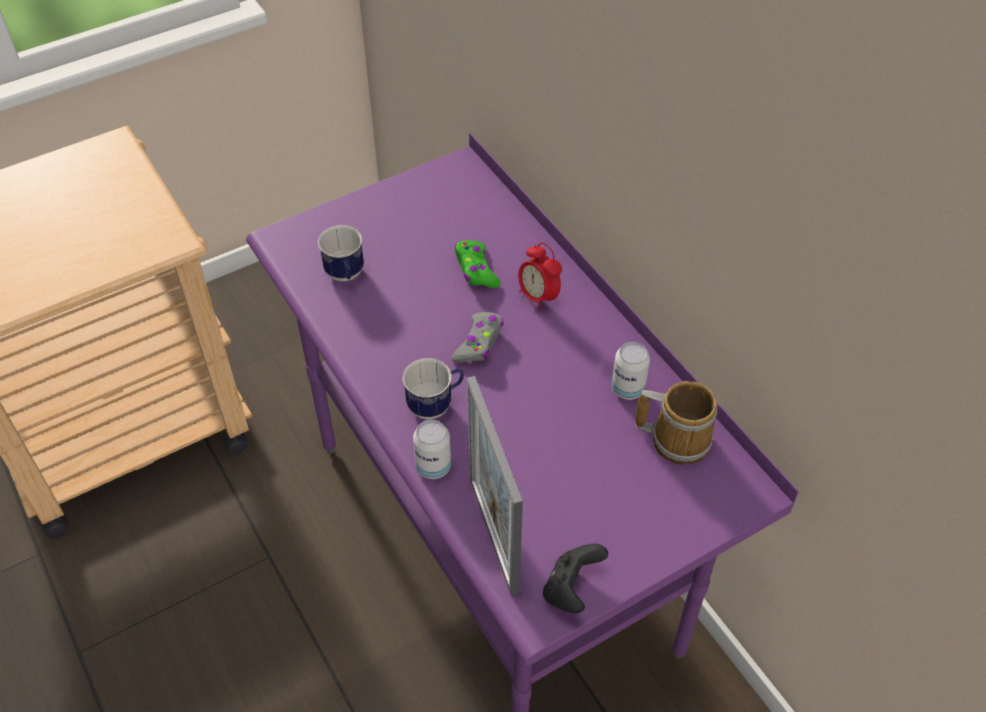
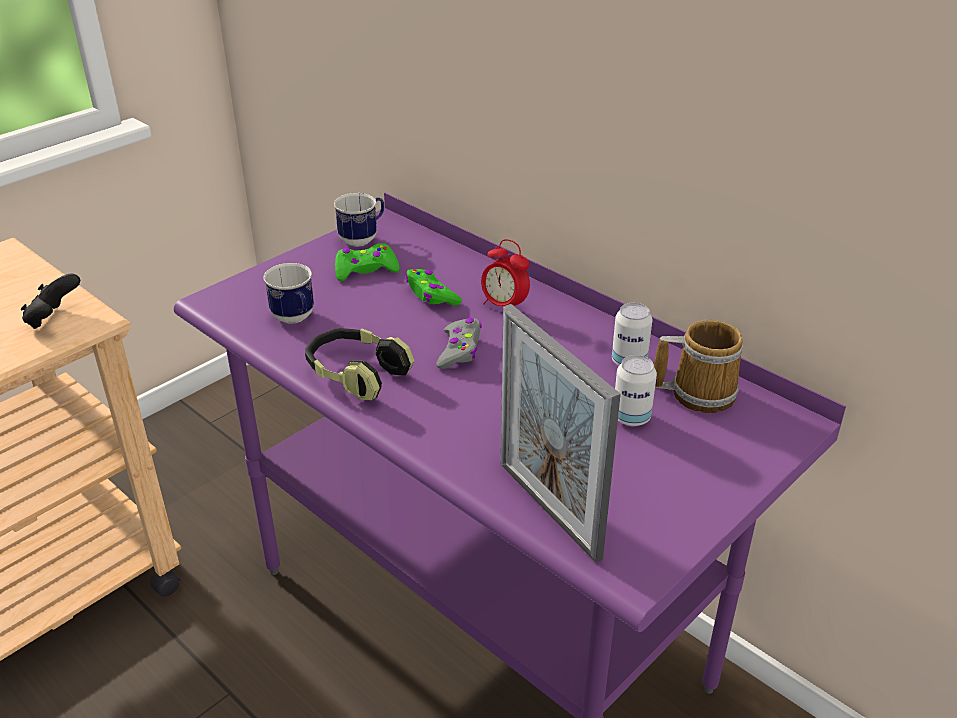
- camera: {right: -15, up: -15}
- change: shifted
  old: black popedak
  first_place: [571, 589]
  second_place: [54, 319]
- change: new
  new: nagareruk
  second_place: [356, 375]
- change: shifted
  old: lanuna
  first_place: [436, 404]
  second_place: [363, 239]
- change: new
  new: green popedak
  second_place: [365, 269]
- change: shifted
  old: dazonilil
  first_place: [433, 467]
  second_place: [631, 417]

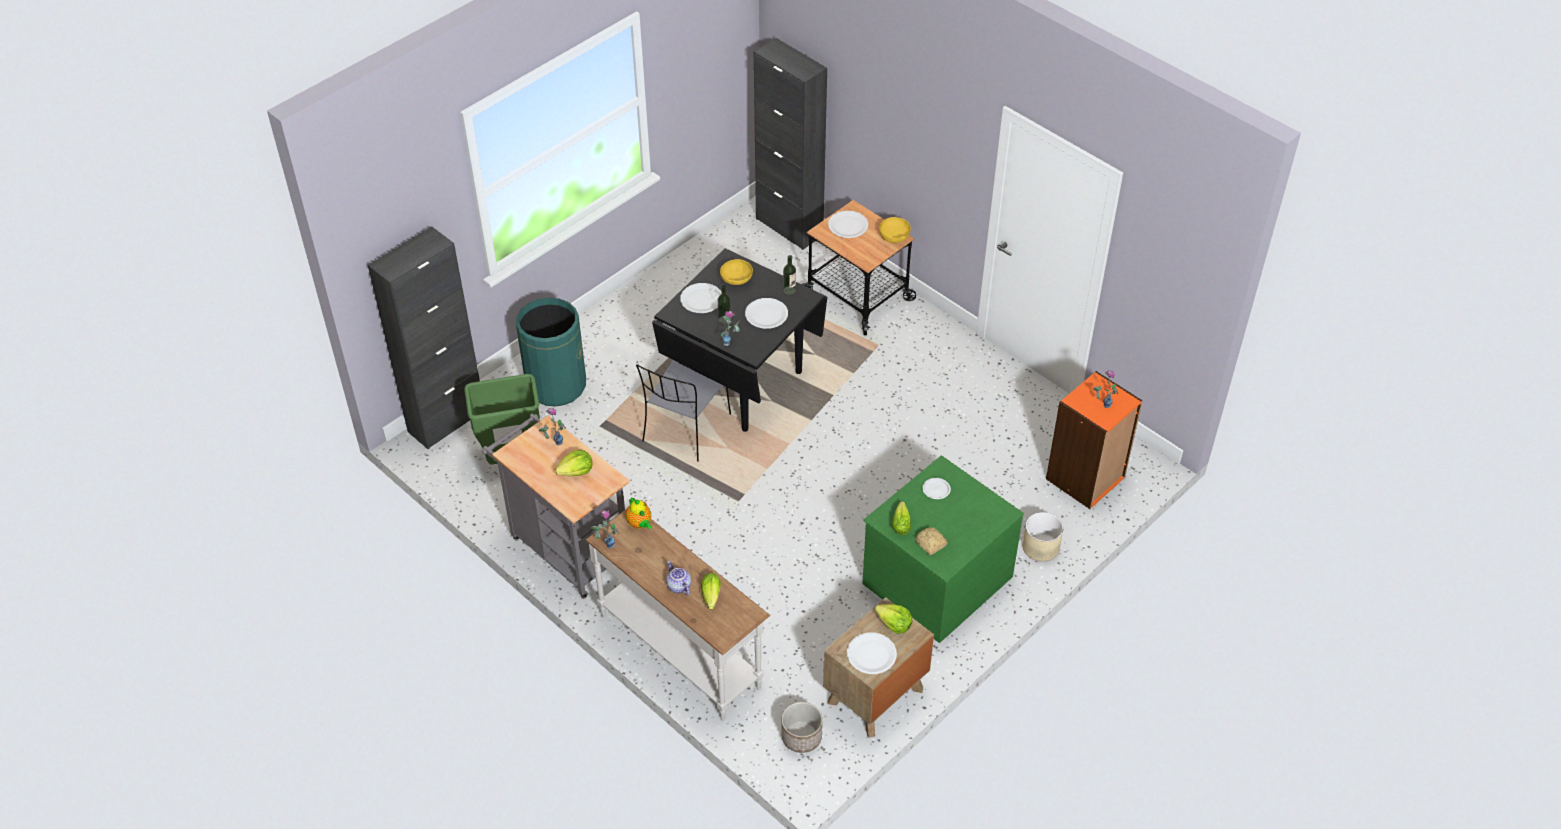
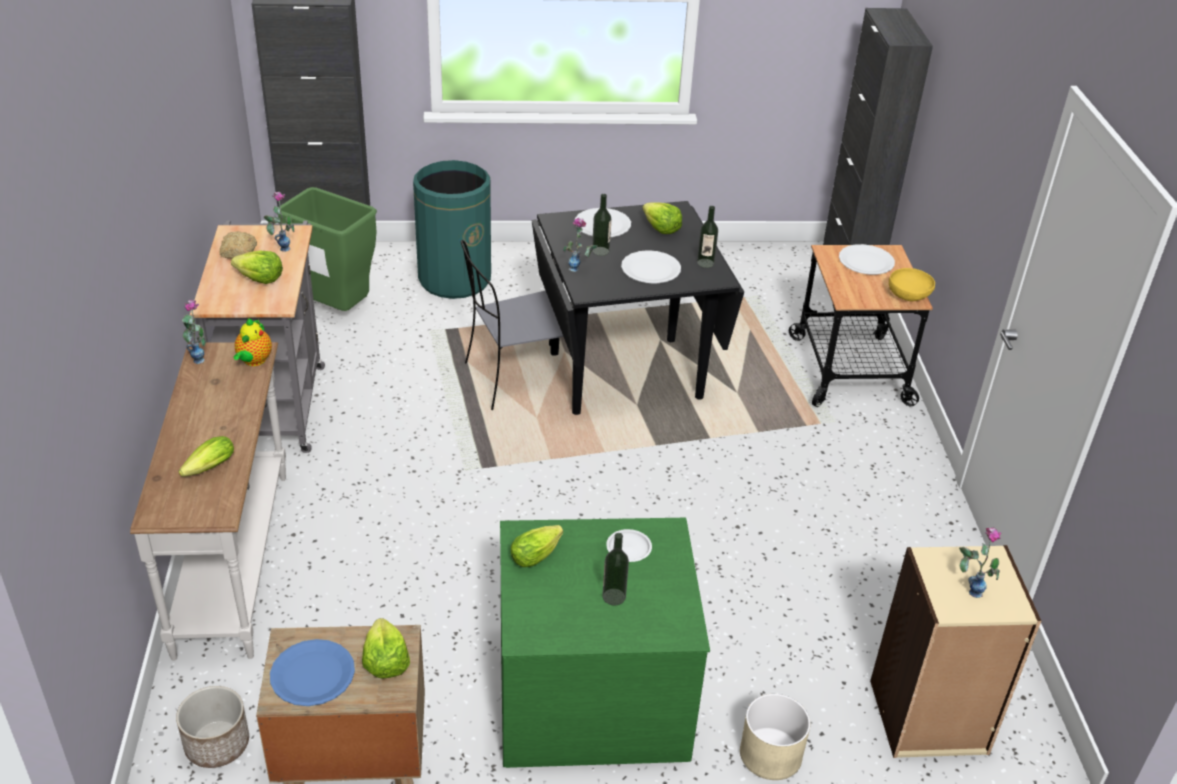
- camera: {right: 40, up: -10}
- change: shifted
  old: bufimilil
  first_place: [931, 544]
  second_place: [238, 252]
- change: repainted
  old: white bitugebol
  new: blue bitugebol
  first_place: [871, 654]
  second_place: [313, 674]
- change: new
  new: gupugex
  second_place: [614, 597]
- change: swapped
  old: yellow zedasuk
  new: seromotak
  first_place: [736, 280]
  second_place: [661, 228]
- change: repainted
  old: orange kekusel
  new: beige kekusel
  first_place: [1086, 479]
  second_place: [928, 718]
- change: gone
  old: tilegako
  first_place: [678, 586]

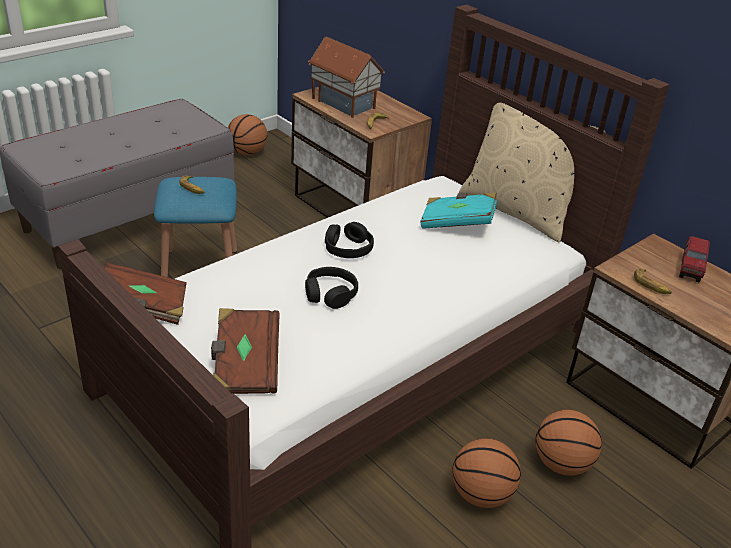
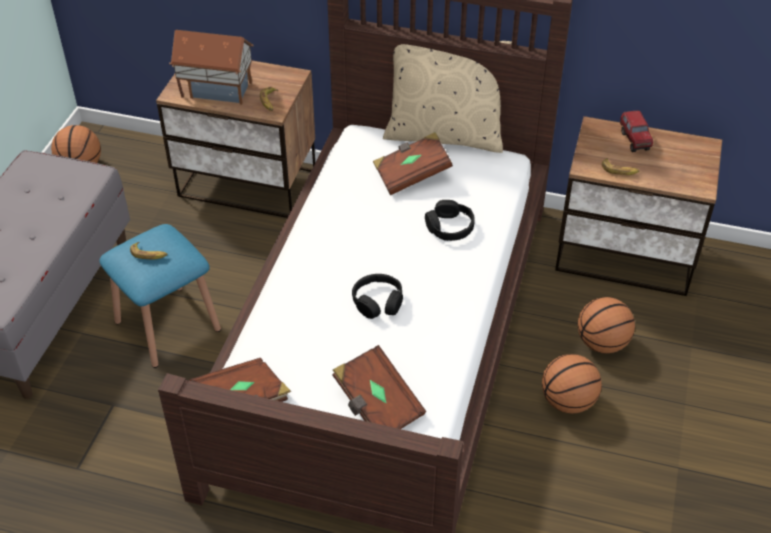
- camera: {right: -30, up: 10}
- change: repainted
  old: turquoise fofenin
  new: brown fofenin
  first_place: [457, 223]
  second_place: [412, 175]
- change: shifted
  old: black nagareruk
  first_place: [348, 248]
  second_place: [449, 227]

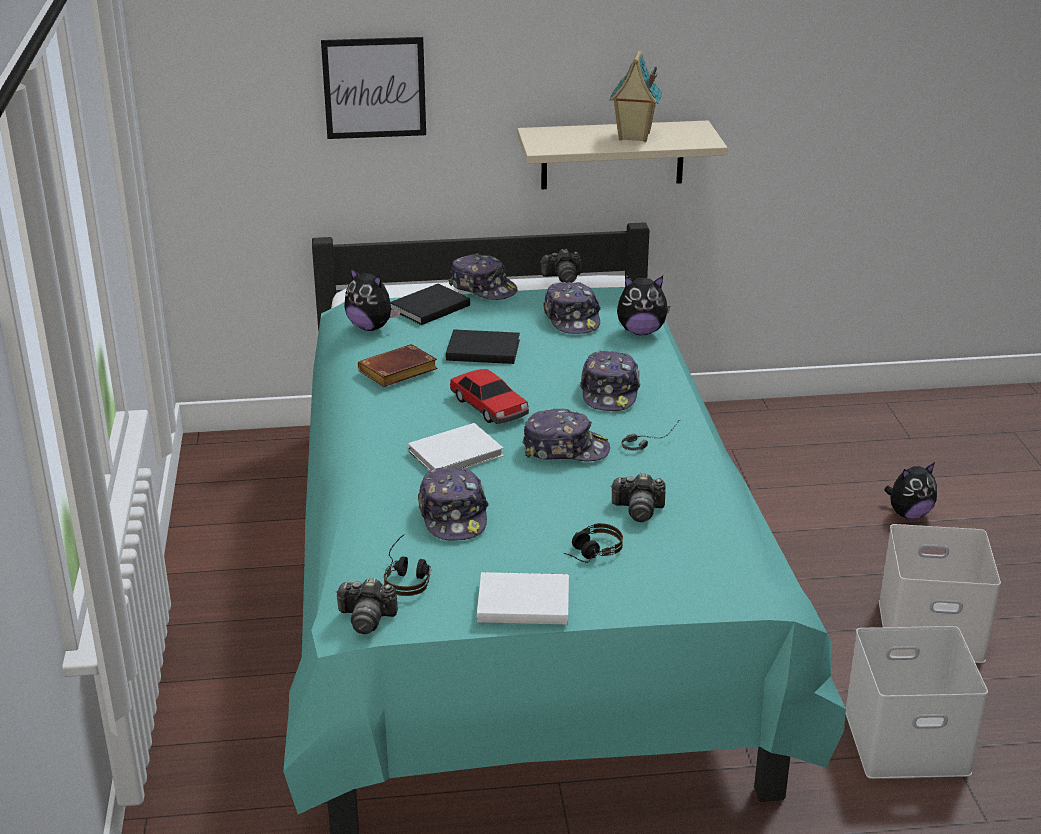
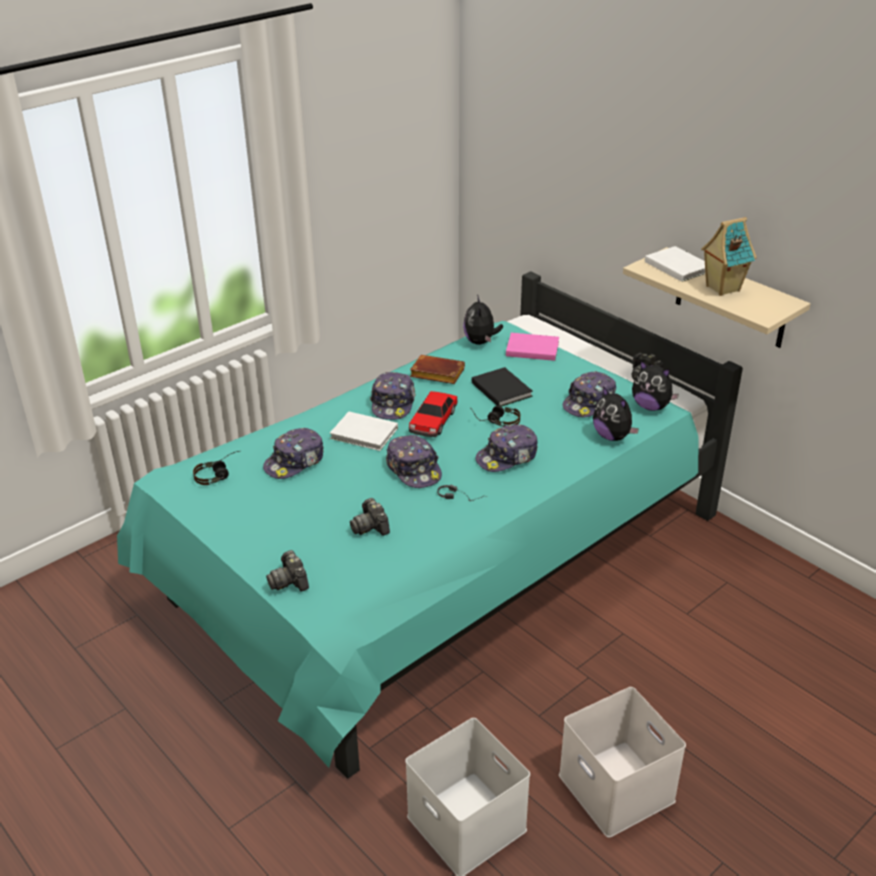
- camera: {right: 55, up: 5}
- change: shifted
  old: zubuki
  first_place: [366, 618]
  second_place: [289, 581]
- change: shifted
  old: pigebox
  first_place: [483, 288]
  second_place: [393, 404]
- change: shifted
  old: nagareruk
  first_place: [588, 554]
  second_place: [495, 420]
- change: repainted
  old: black fofenin
  new: pink fofenin
  first_place: [428, 307]
  second_place: [531, 348]
- change: shifted
  old: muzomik
  first_place: [908, 514]
  second_place: [651, 406]
- change: shifted
  old: white fofenin
  first_place: [521, 601]
  second_place: [677, 266]
- change: gone
  old: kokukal
  first_place: [374, 88]

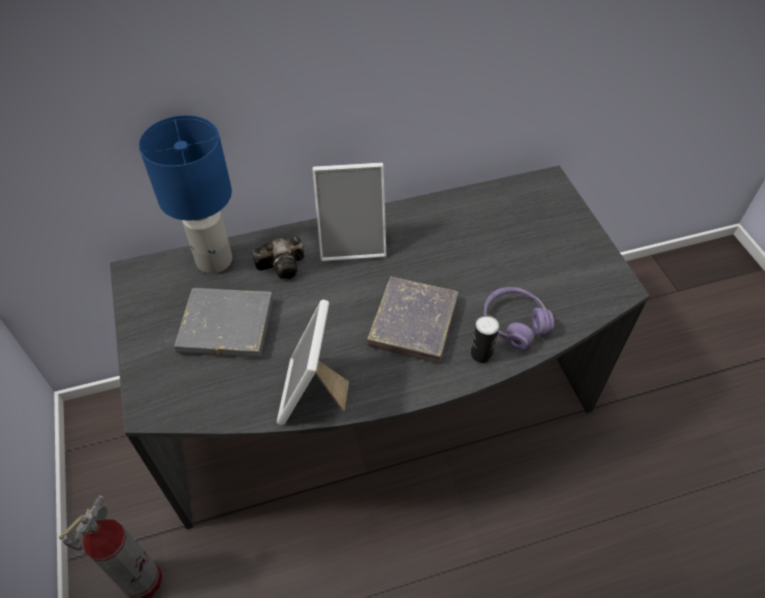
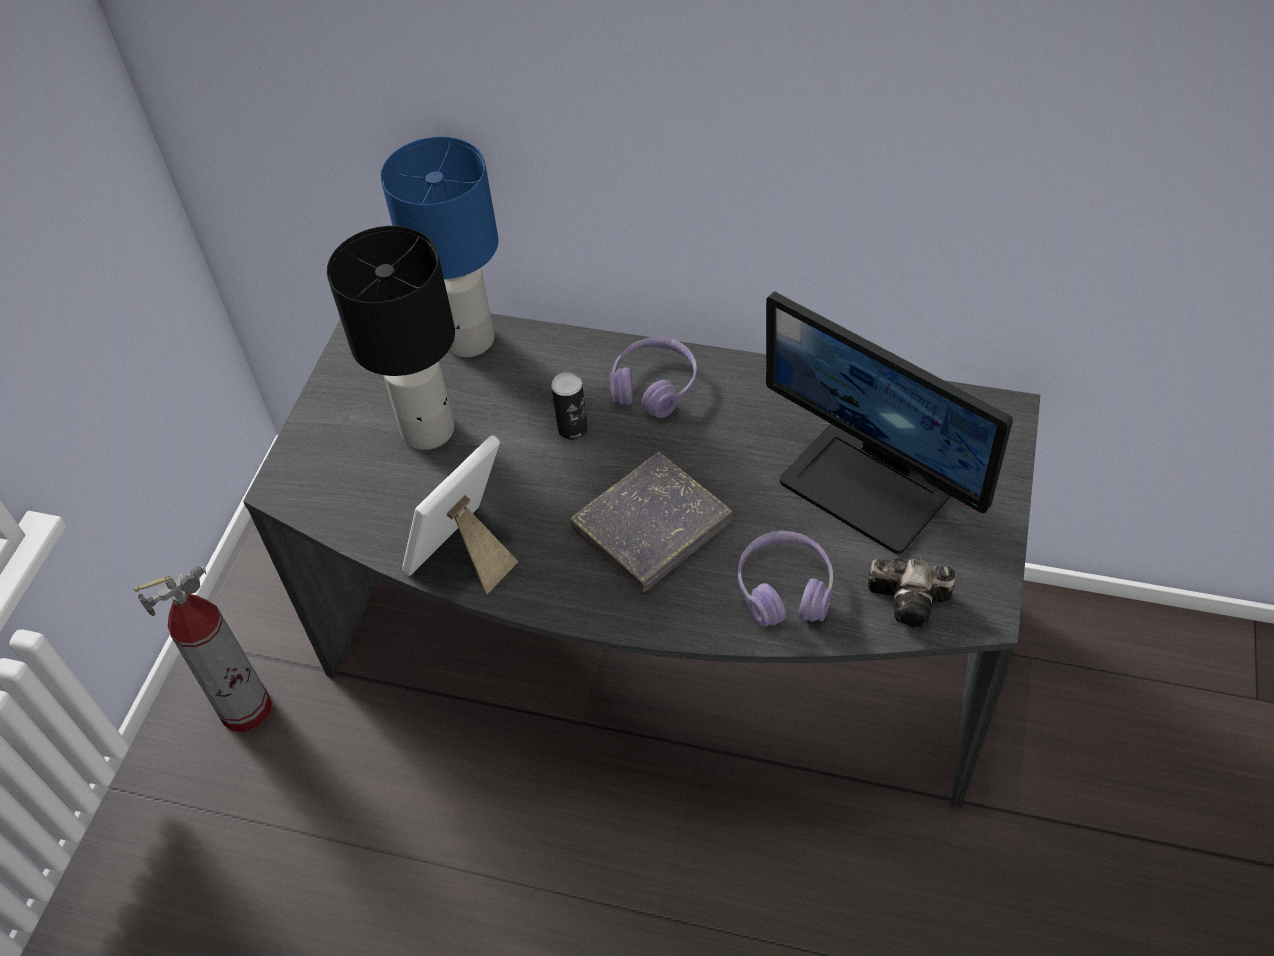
- camera: {right: 35, up: 0}
- change: swapped
  old: grey fofenin
  new: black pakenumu
  first_place: [226, 326]
  second_place: [427, 429]
- change: shifted
  old: dazonilil
  first_place: [481, 354]
  second_place: [572, 429]
- change: swapped
  old: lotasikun
  new: purple nagareruk
  first_place: [353, 242]
  second_place: [654, 386]
- change: new
  new: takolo
  second_place: [867, 486]
- change: shifted
  old: zubuki
  first_place: [284, 266]
  second_place: [912, 601]

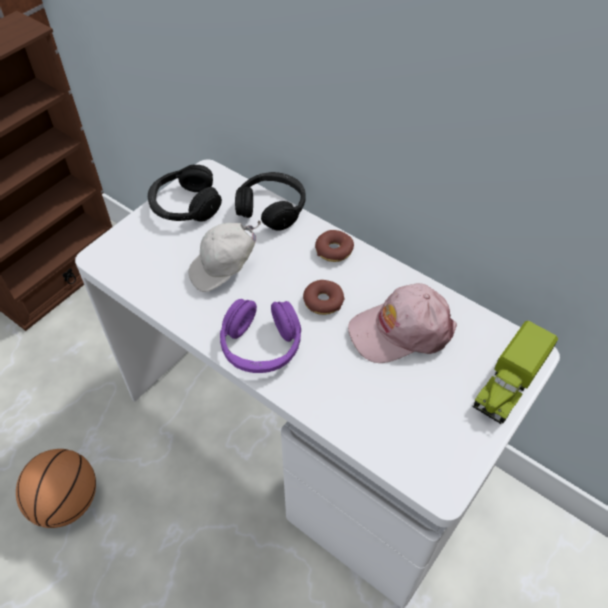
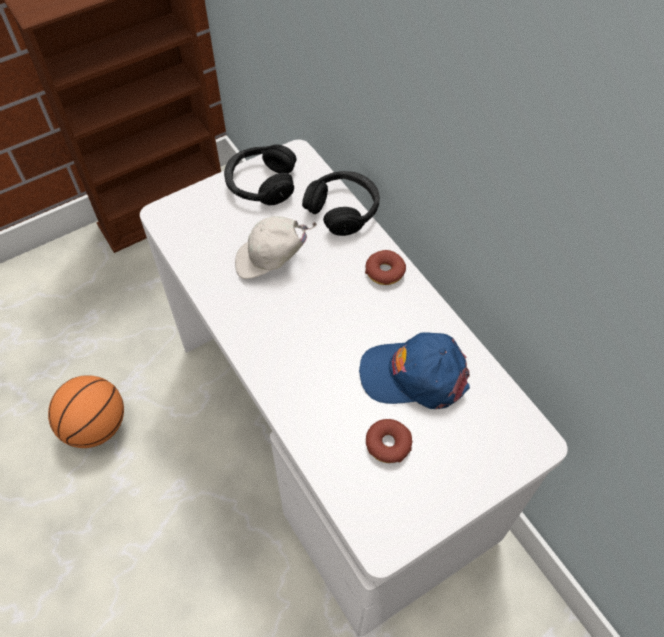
- camera: {right: 20, up: 5}
- change: repainted
  old: pink pigebox
  new: blue pigebox
  first_place: [401, 330]
  second_place: [414, 375]
- change: shifted
  old: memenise
  first_place: [323, 301]
  second_place: [388, 444]
- change: gone
  old: purple nagareruk
  first_place: [261, 346]
- change: gone
  old: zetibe
  first_place: [508, 385]

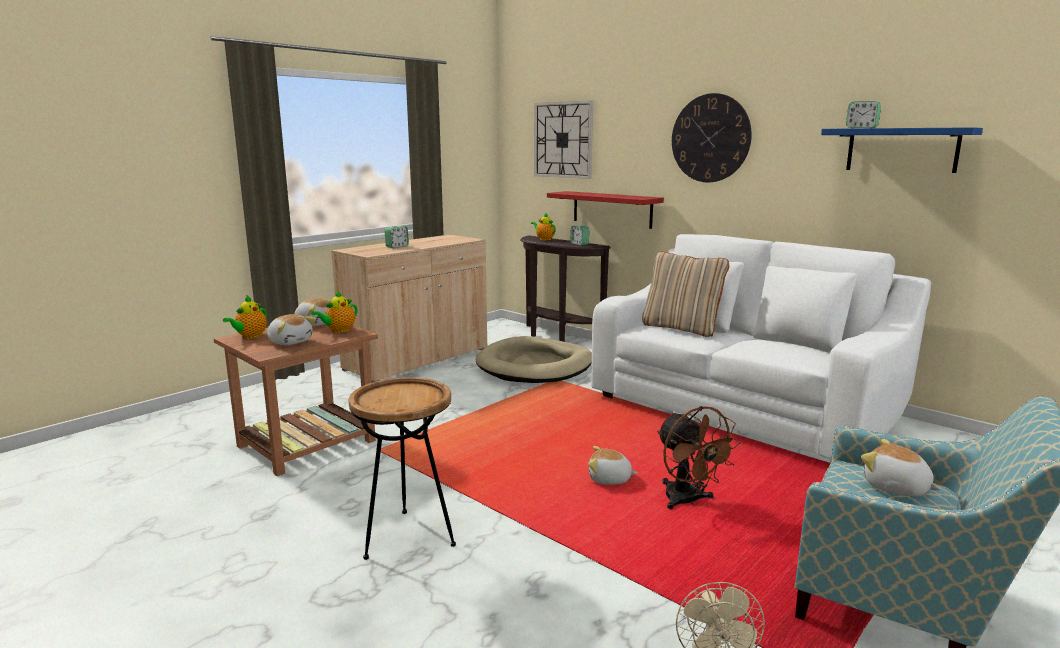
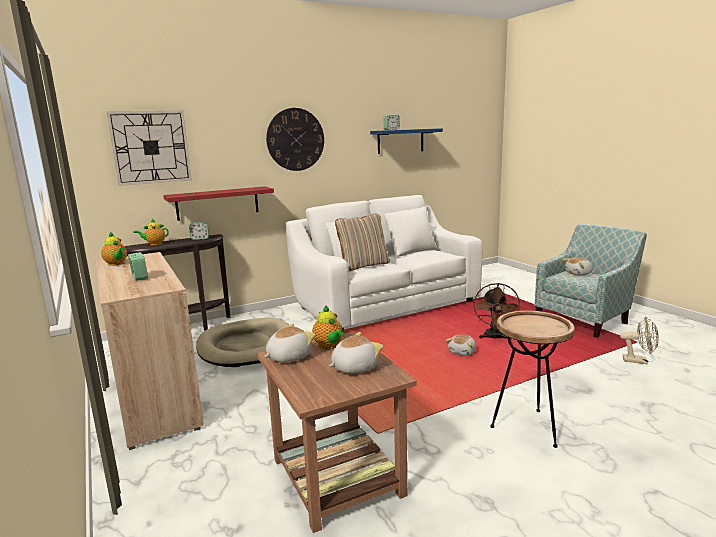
- camera: {right: -70, up: 0}
- change: shifted
  old: tilegako
  first_place: [250, 336]
  second_place: [116, 264]
- change: rotated
  old: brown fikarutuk
  first_place: [688, 501]
  second_place: [494, 338]
  degrees: 105

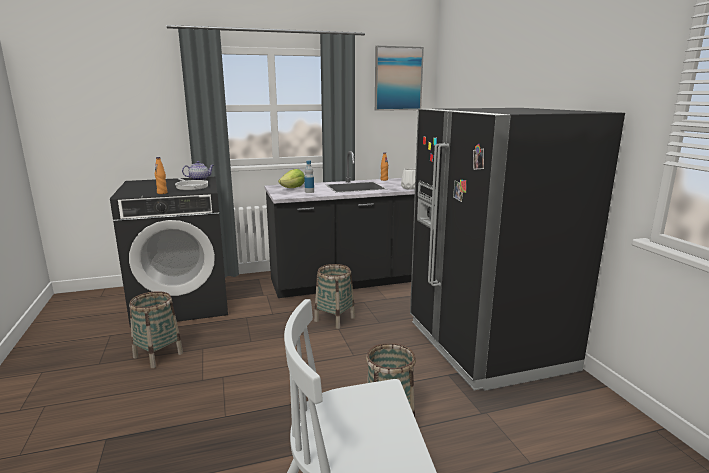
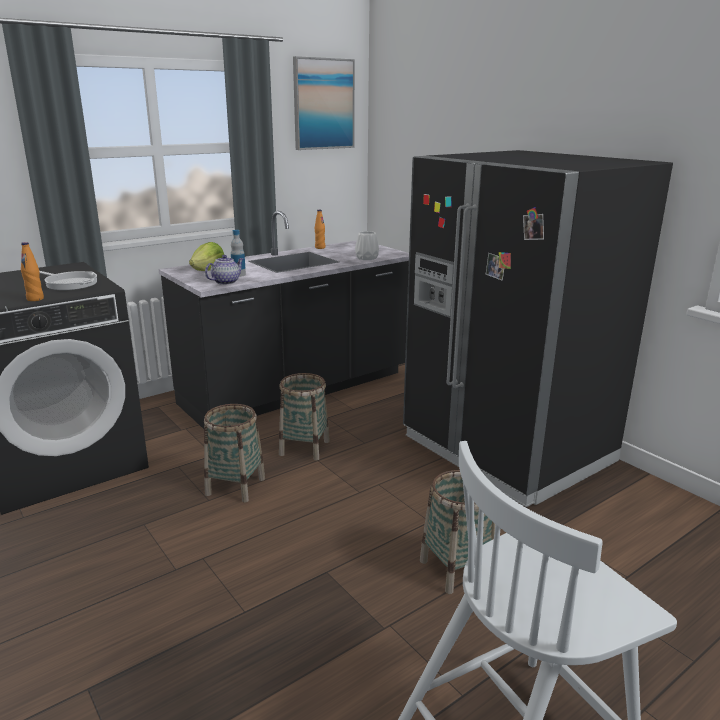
- camera: {right: -20, up: 5}
- change: shifted
  old: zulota
  first_place: [158, 355]
  second_place: [235, 486]
- change: shifted
  old: tilegako
  first_place: [199, 179]
  second_place: [226, 282]

